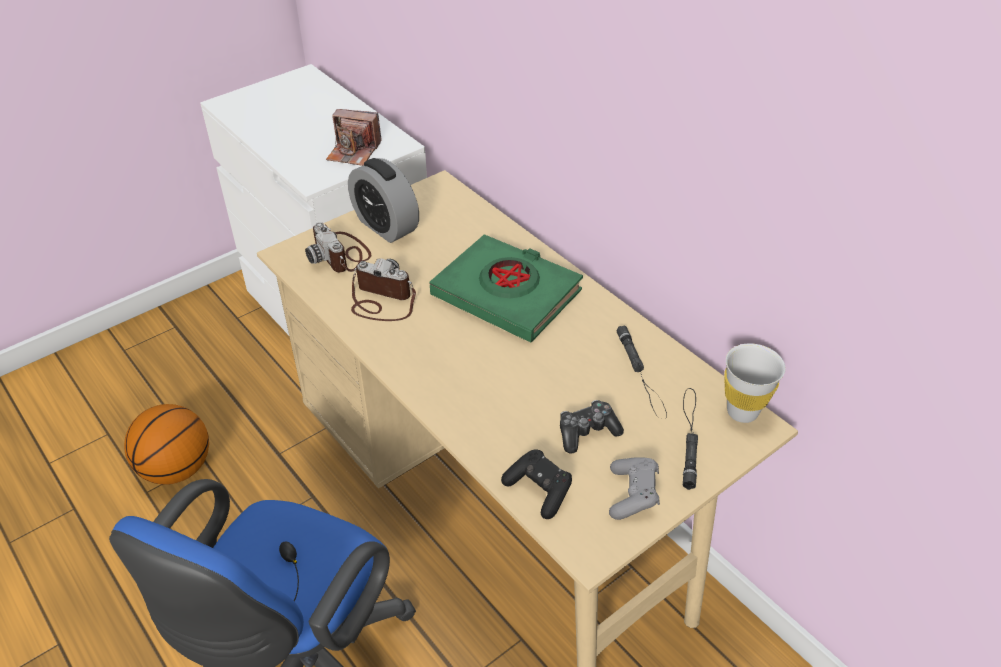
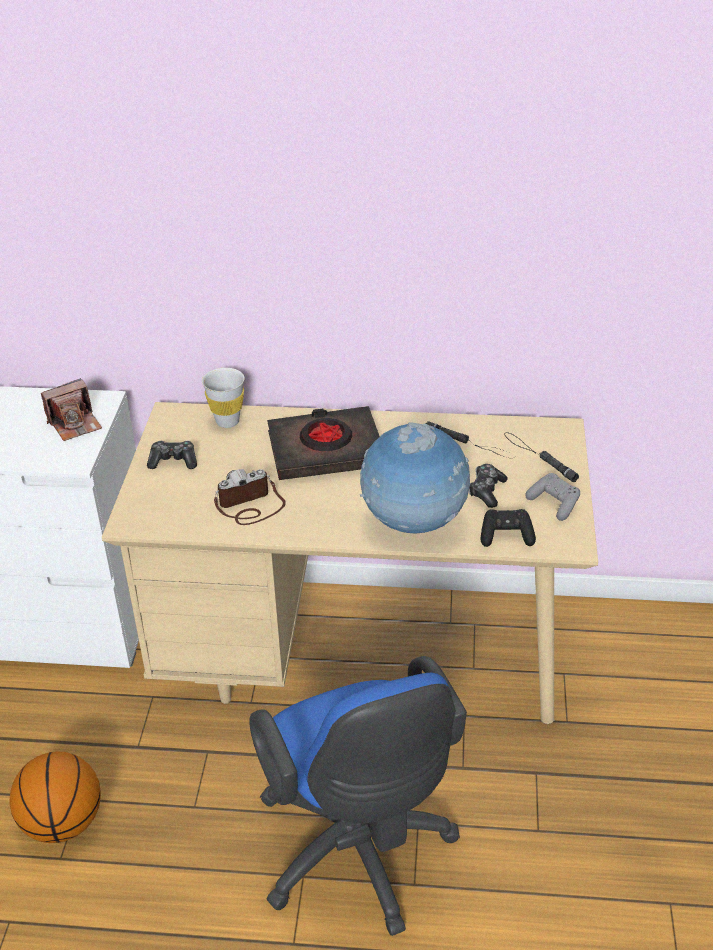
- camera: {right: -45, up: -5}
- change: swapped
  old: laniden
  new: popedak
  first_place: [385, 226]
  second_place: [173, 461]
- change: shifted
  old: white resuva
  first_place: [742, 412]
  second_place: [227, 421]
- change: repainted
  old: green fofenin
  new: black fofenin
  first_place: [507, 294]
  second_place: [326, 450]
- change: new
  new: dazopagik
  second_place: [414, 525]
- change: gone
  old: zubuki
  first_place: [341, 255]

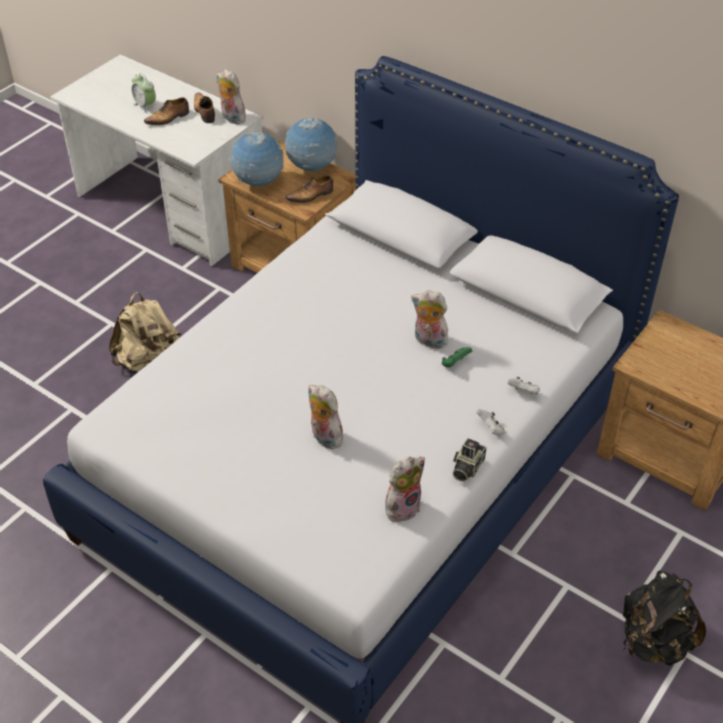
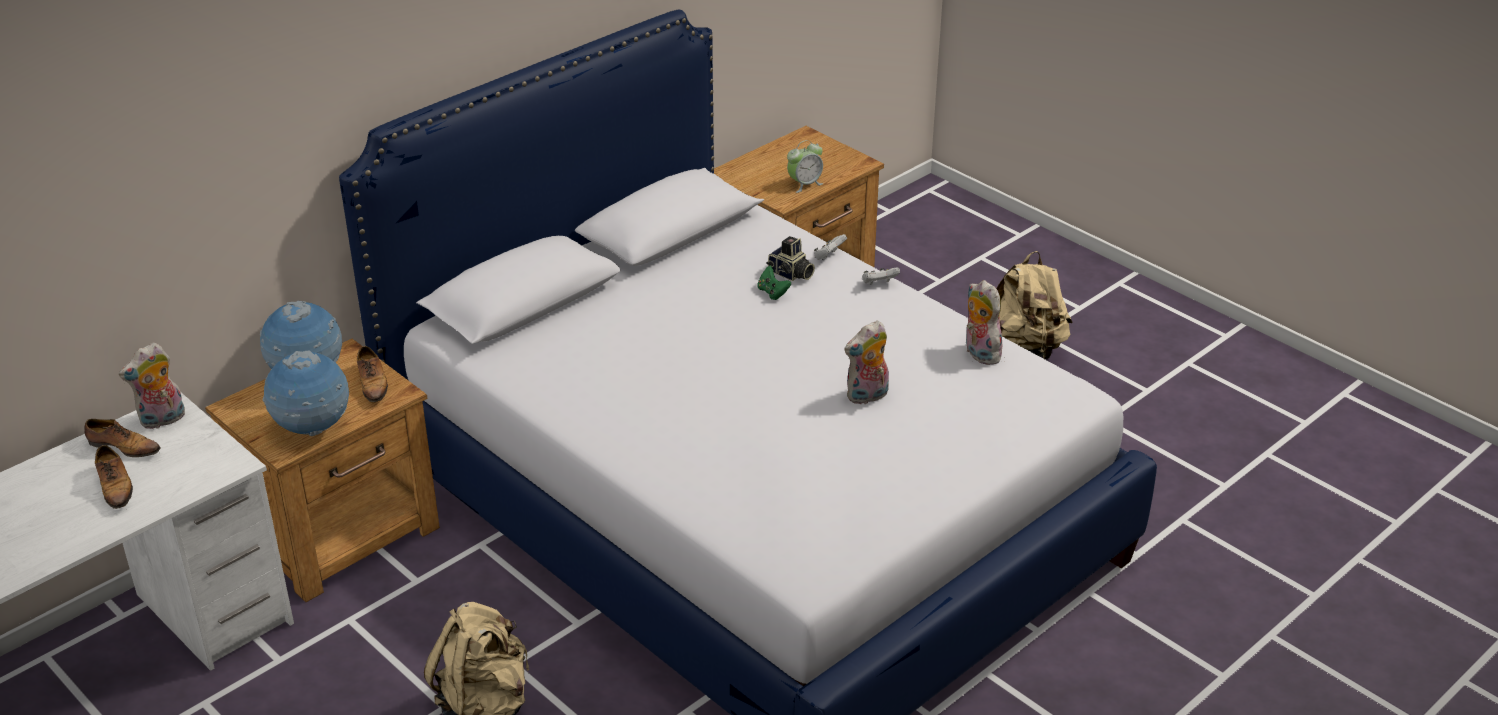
- camera: {right: -80, up: -10}
- change: rotated
  old: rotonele
  first_place: [204, 111]
  second_place: [123, 447]
  degrees: -150
- change: shifted
  old: zubuki
  first_place: [466, 467]
  second_place: [790, 274]
- change: shifted
  old: laniden
  first_place: [145, 106]
  second_place: [804, 184]
- change: repainted
  old: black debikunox
  new: beige debikunox
  first_place: [653, 641]
  second_place: [1025, 348]
- change: gone
  old: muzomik
  first_place: [428, 341]

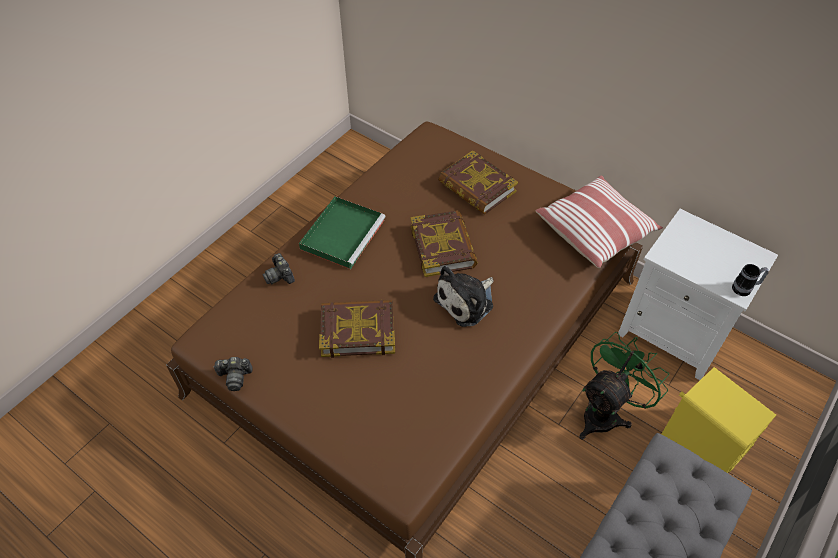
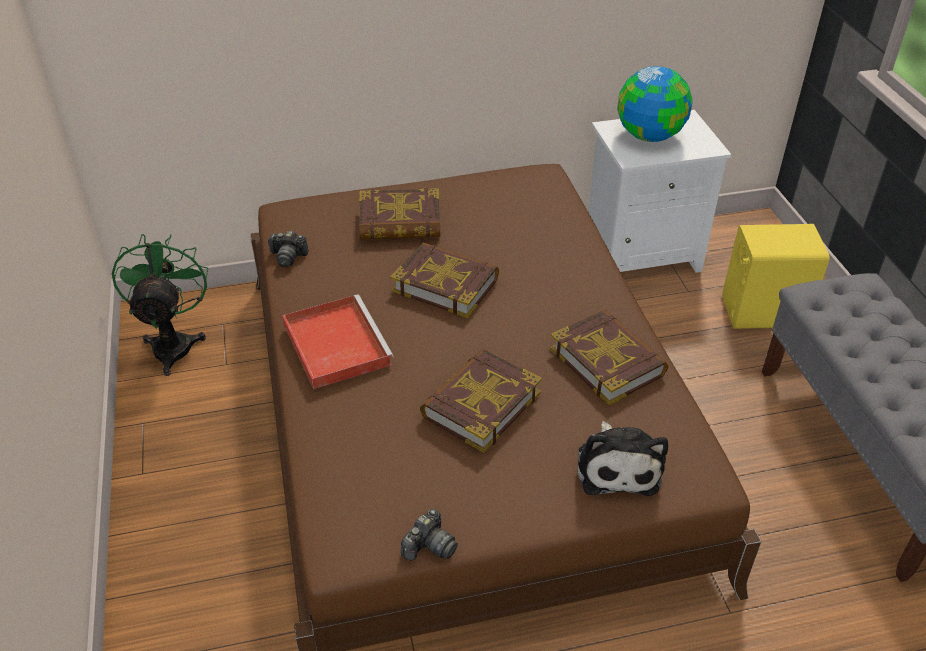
- camera: {right: -50, up: -10}
- change: shifted
  old: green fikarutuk
  first_place: [605, 412]
  second_place: [174, 343]
- change: shifted
  old: zubuki
  first_place: [280, 276]
  second_place: [288, 257]
- change: repainted
  old: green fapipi
  new: red fapipi
  first_place: [343, 233]
  second_place: [335, 343]
- change: new
  new: fofenin
  second_place: [607, 361]
- change: shifted
  old: muzomik
  first_place: [466, 301]
  second_place: [617, 466]
- change: new
  new: dazopagik
  second_place: [650, 135]
- change: gone
  old: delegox
  first_place: [595, 230]
- change: gone
  old: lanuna
  first_place: [745, 289]

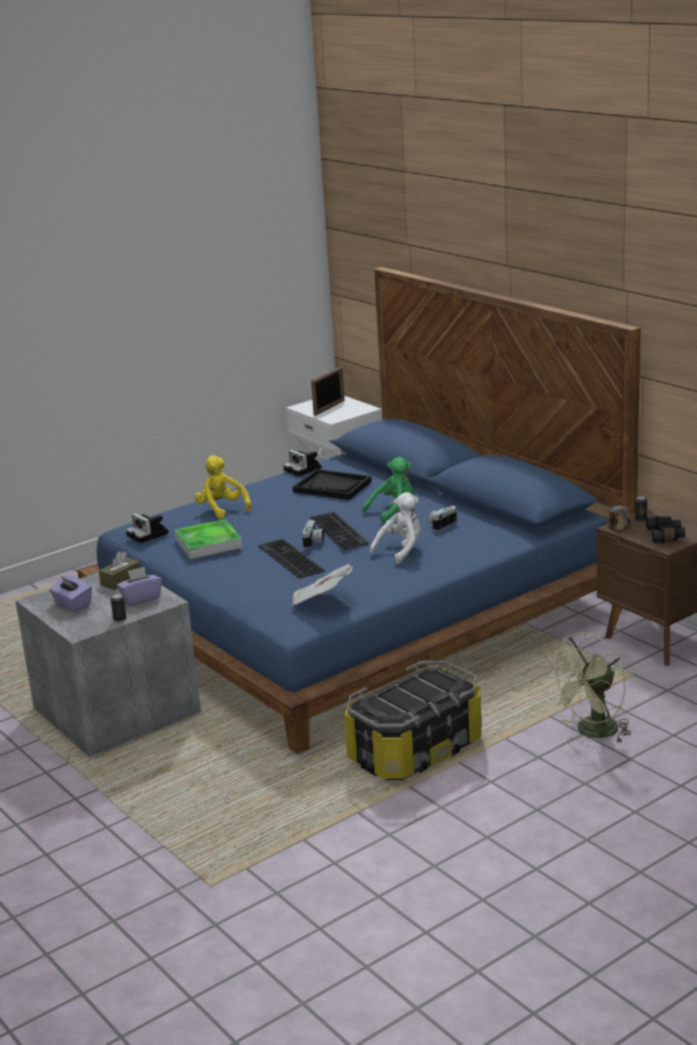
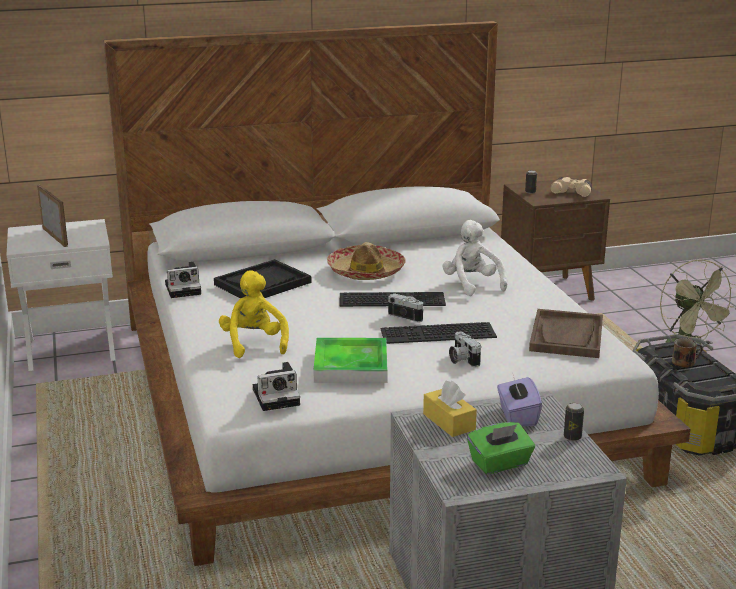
- camera: {right: -70, up: 0}
- change: repainted
  old: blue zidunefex
  new: white zidunefex
  first_place: [354, 610]
  second_place: [368, 396]
- change: rotated
  old: yellow muzomik
  first_place: [221, 509]
  second_place: [254, 343]
  degrees: 90
- change: swapped
  old: green muzomik
  new: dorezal
  first_place: [393, 511]
  second_place: [366, 272]
- change: repainted
  old: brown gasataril
  new: yellow gasataril
  first_place: [121, 580]
  second_place: [449, 422]
- change: shifted
  old: zubuki
  first_place: [441, 524]
  second_place: [462, 359]
- change: repainted
  old: purple gasataril
  new: green gasataril
  first_place: [72, 604]
  second_place: [500, 463]
- change: swapped
  old: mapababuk
  new: brown fapipi
  first_place: [321, 601]
  second_place: [567, 336]
- change: repainted
  old: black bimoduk
  new: beige bimoduk
  first_place: [666, 536]
  second_place: [572, 192]
- change: shifted
  old: lanuna
  first_place: [619, 527]
  second_place: [684, 362]

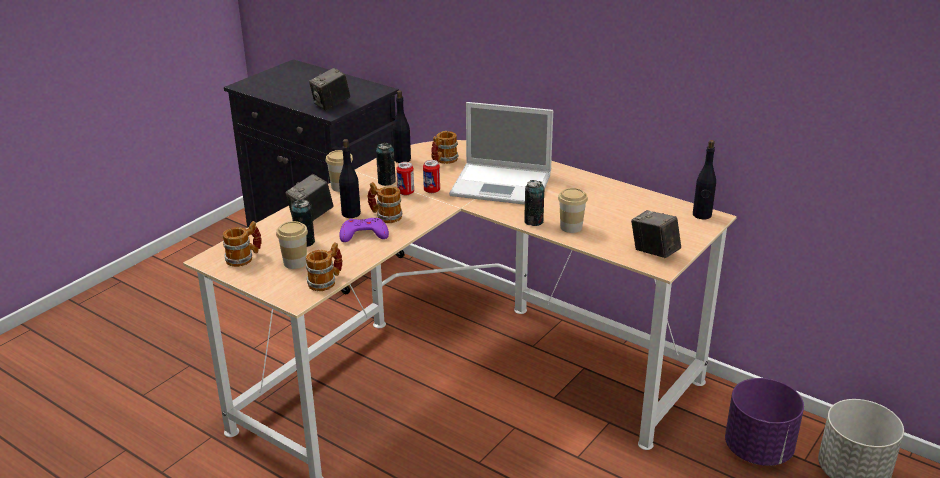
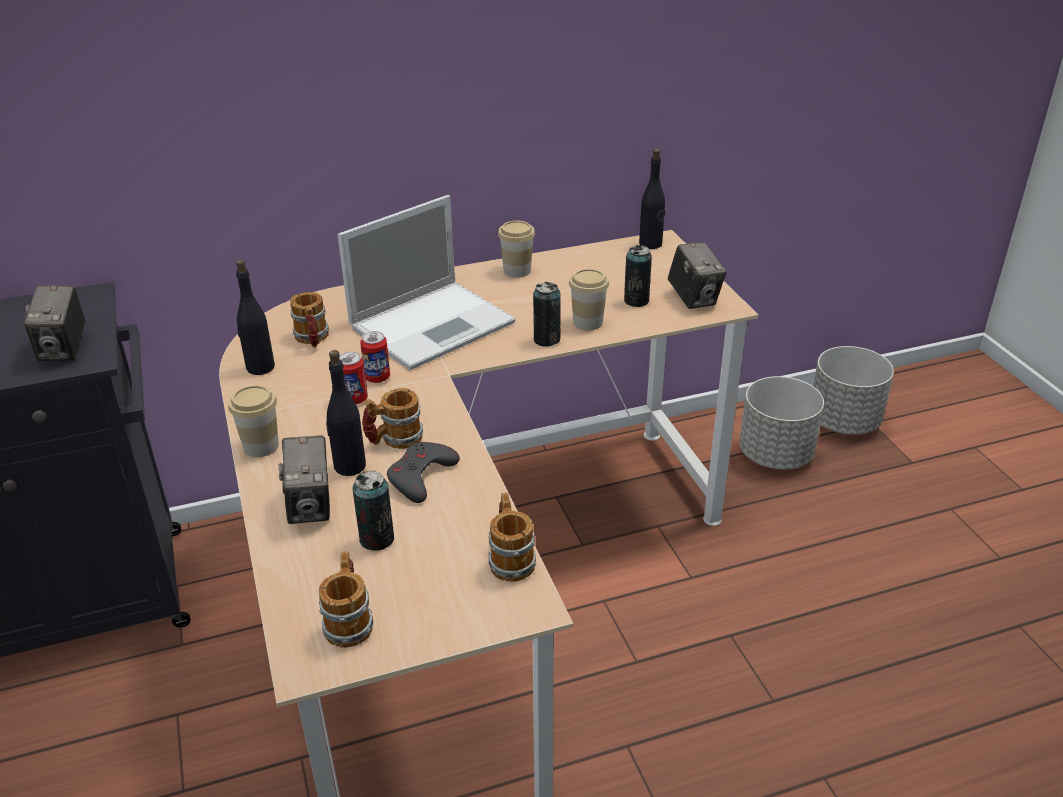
- camera: {right: -55, up: 5}
- change: repainted
  old: purple popedak
  new: grey popedak
  first_place: [363, 234]
  second_place: [421, 476]
- change: shifted
  old: resuva
  first_place: [295, 262]
  second_place: [517, 271]
- change: shifted
  old: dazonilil
  first_place: [386, 182]
  second_place: [636, 301]
- change: rotated
  old: zubuki
  first_place: [654, 252]
  second_place: [694, 298]
  degrees: -105
- change: repainted
  old: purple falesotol
  new: grey falesotol
  first_place: [758, 449]
  second_place: [775, 454]

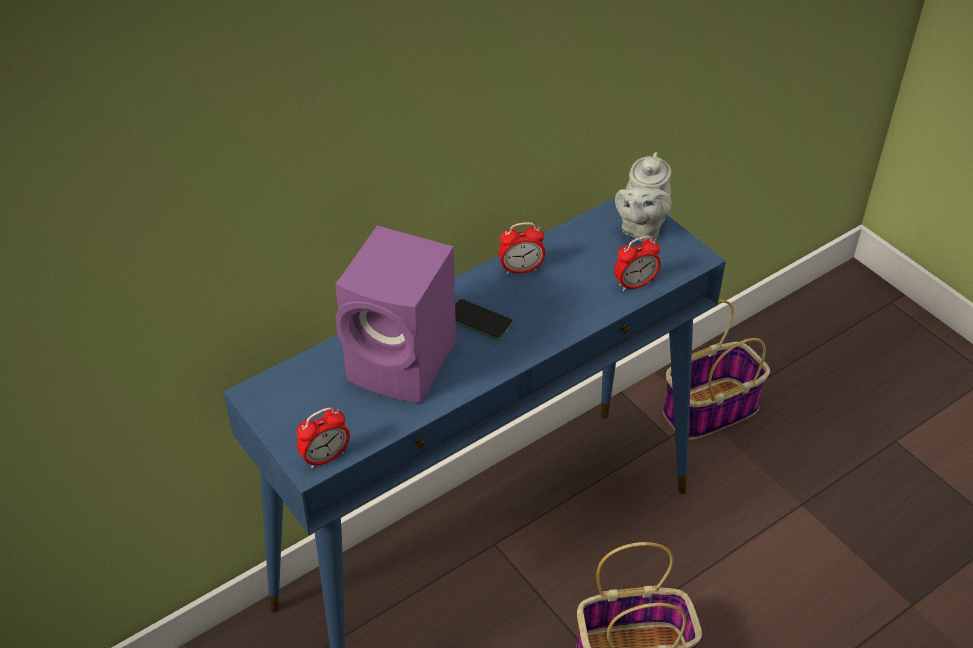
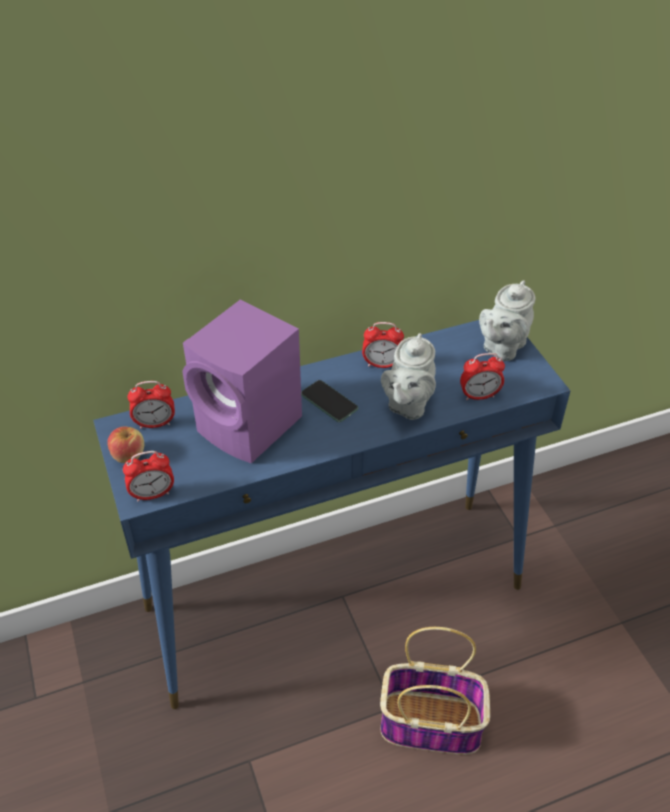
- camera: {right: 15, up: 0}
- change: new
  new: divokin
  second_place: [128, 454]
- change: new
  new: laniden
  second_place: [155, 423]
- change: new
  new: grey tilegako
  second_place: [407, 405]
- change: gone
  old: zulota
  first_place: [711, 409]

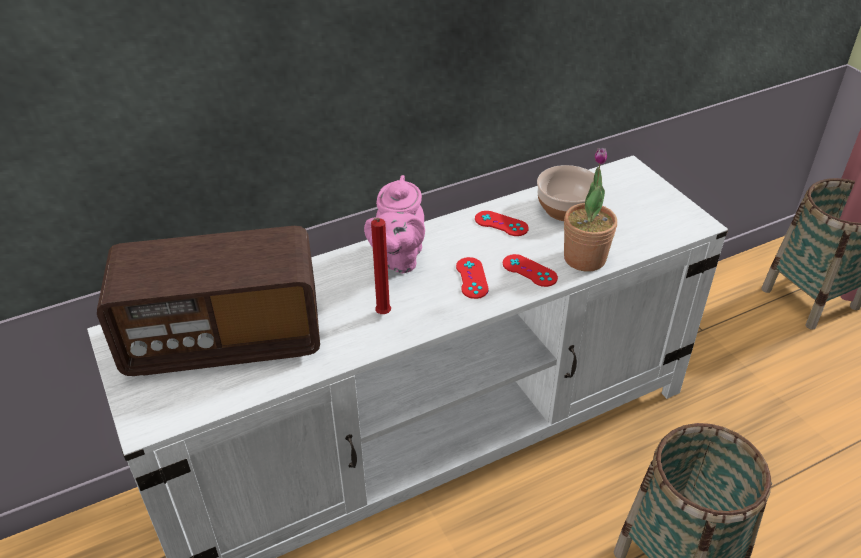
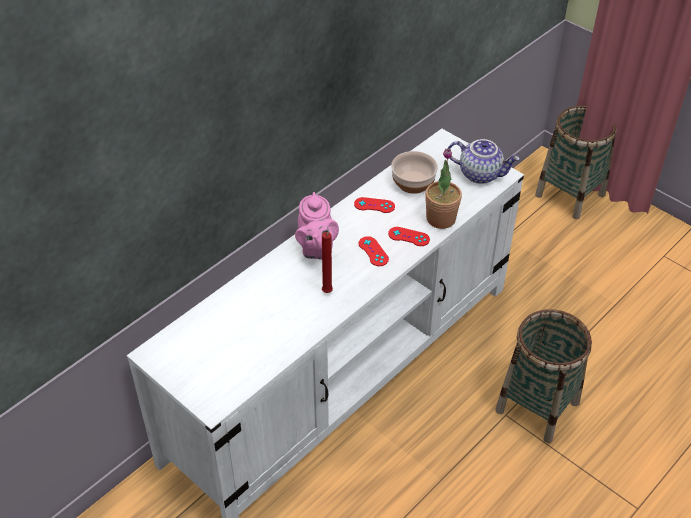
- camera: {right: -20, up: 5}
- change: new
  new: tilegako
  second_place: [480, 174]
- change: gone
  old: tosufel
  first_place: [224, 339]

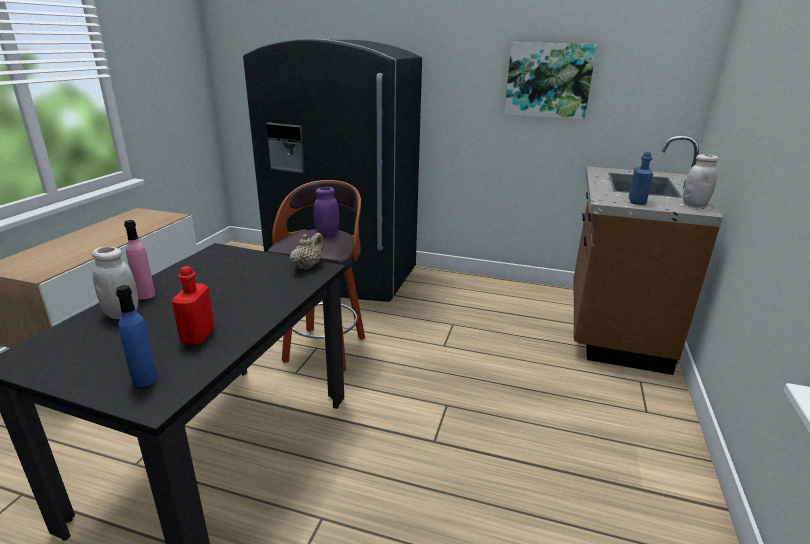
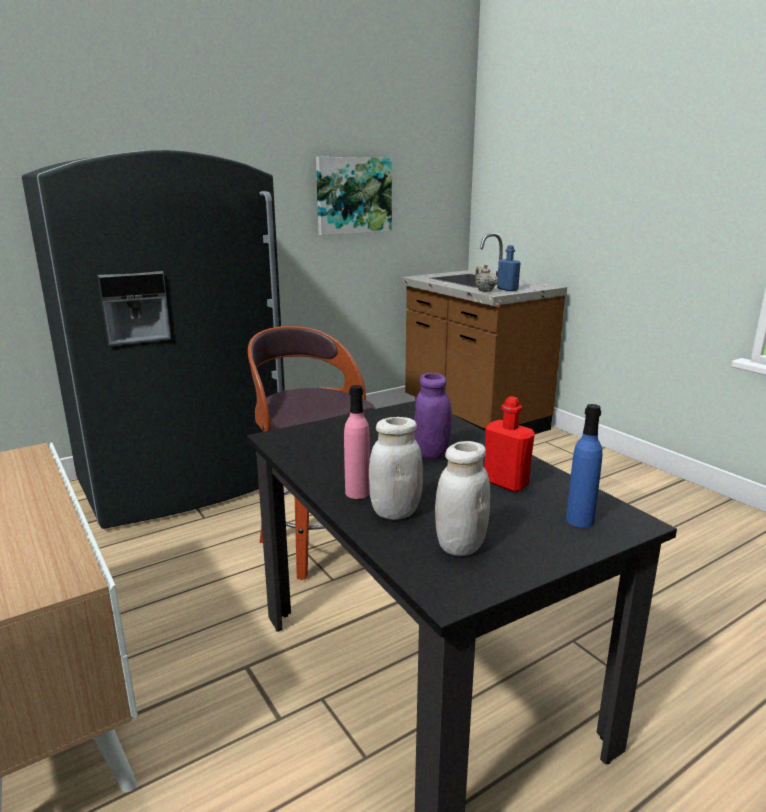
- camera: {right: -50, up: -5}
- change: shifted
  old: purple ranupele
  first_place: [327, 234]
  second_place: [431, 454]
- change: shifted
  old: white ranupele
  first_place: [694, 204]
  second_place: [460, 546]
- change: shifted
  old: beige tilegako
  first_place: [308, 266]
  second_place: [484, 291]

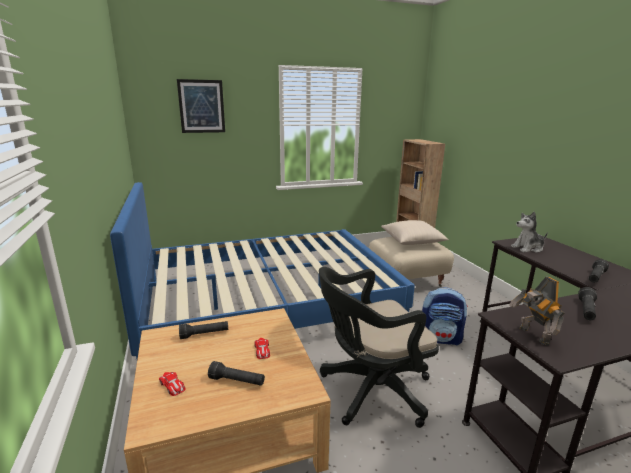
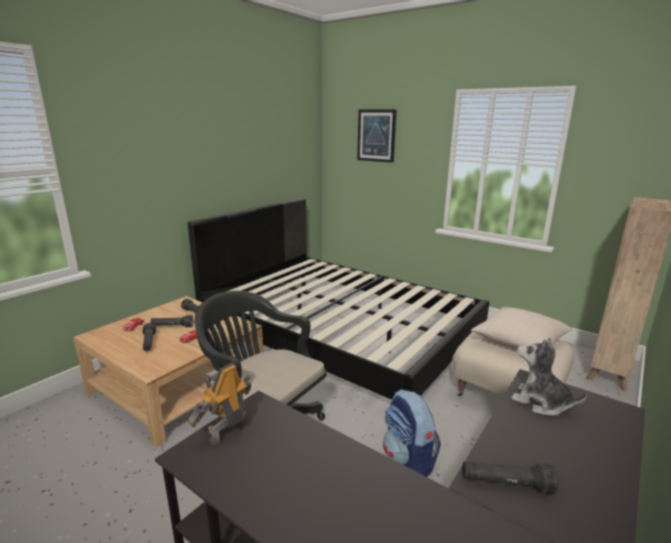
- camera: {right: 55, up: 0}
- change: shifted
  old: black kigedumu
  first_place: [586, 311]
  second_place: [172, 326]
- change: repainted
  old: blue zidunefex
  new: black zidunefex
  first_place: [267, 302]
  second_place: [340, 335]

